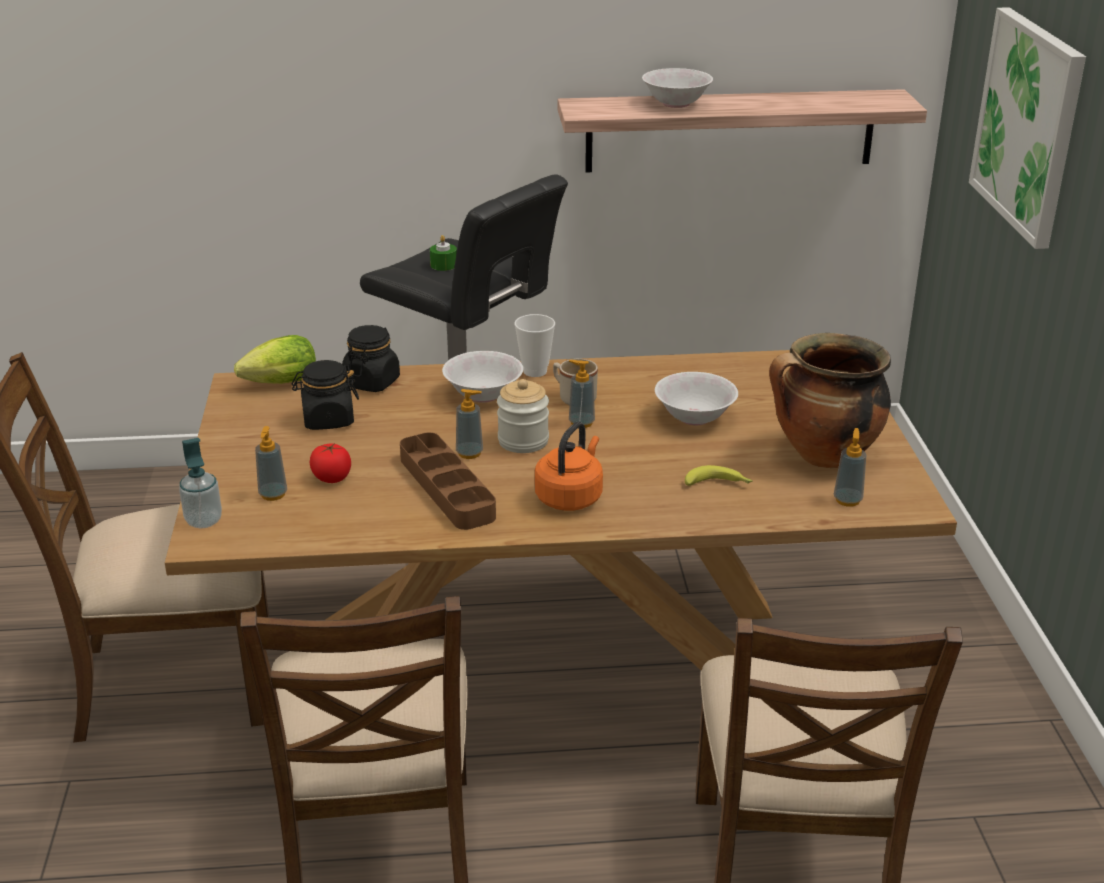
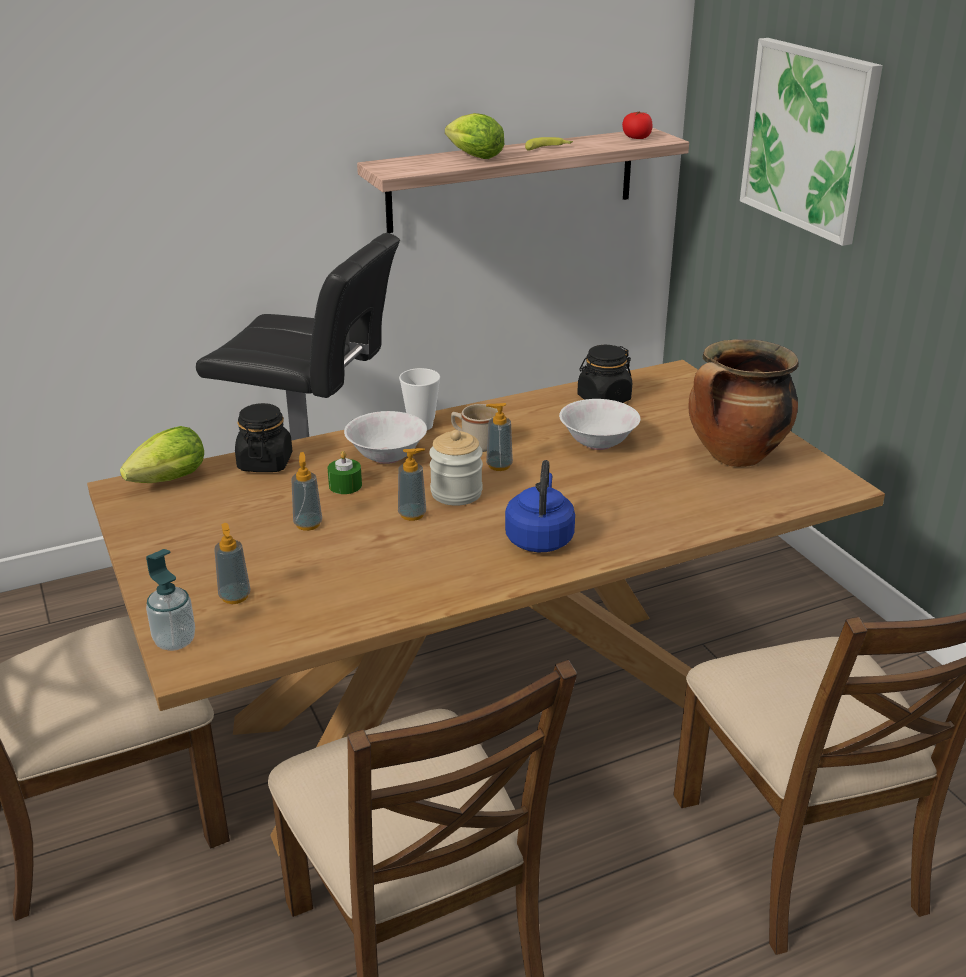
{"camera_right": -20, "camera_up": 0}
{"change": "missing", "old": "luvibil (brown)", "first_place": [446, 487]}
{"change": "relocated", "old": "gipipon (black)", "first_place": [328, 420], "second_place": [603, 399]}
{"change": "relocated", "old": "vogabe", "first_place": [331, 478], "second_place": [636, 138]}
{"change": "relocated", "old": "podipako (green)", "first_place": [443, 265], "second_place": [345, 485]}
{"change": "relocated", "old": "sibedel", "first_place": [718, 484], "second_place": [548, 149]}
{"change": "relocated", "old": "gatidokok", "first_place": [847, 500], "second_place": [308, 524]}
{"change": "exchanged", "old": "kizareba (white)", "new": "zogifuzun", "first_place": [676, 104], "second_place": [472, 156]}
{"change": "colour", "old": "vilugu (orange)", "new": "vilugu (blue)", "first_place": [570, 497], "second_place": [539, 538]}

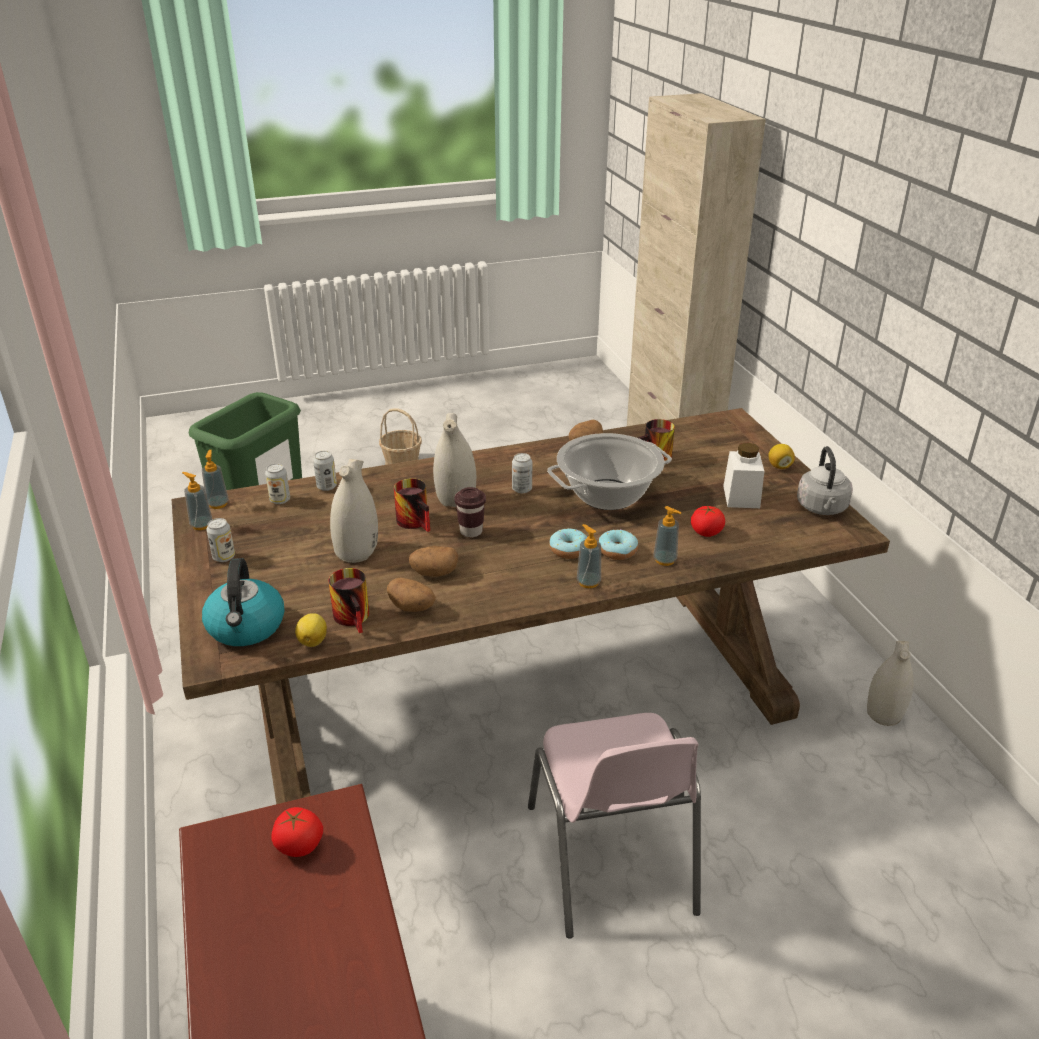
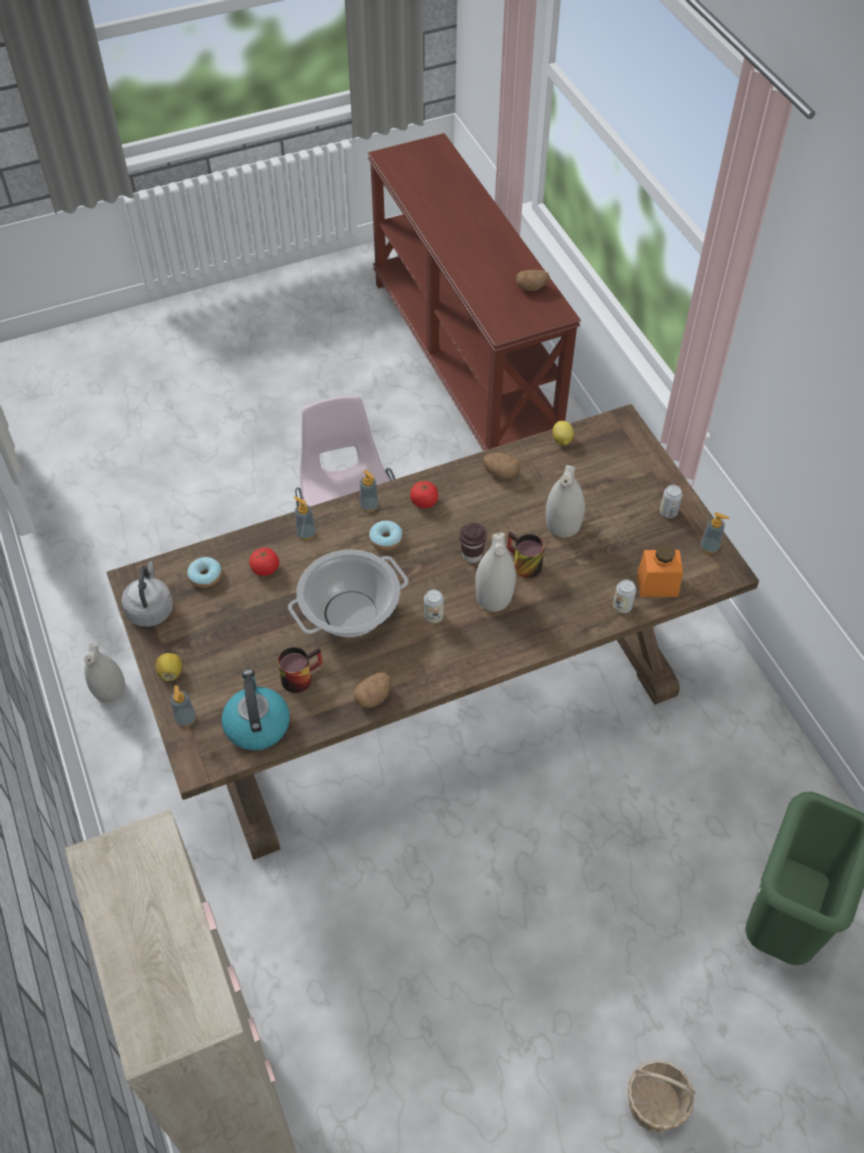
{"camera_right": 175, "camera_up": 20}
{"change": "missing", "old": "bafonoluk", "first_place": [356, 617]}
{"change": "missing", "old": "gipipon (white)", "first_place": [741, 496]}
{"change": "relocated", "old": "gatidokok", "first_place": [218, 504], "second_place": [185, 719]}
{"change": "relocated", "old": "vilugu", "first_place": [246, 627], "second_place": [256, 724]}
{"change": "relocated", "old": "vogabe", "first_place": [299, 845], "second_place": [424, 502]}
{"change": "relocated", "old": "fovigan", "first_place": [434, 573], "second_place": [531, 287]}
{"change": "relocated", "old": "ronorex", "first_place": [617, 551], "second_place": [205, 576]}
{"change": "exchanged", "old": "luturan", "new": "gipipon (orange)", "first_place": [280, 500], "second_place": [657, 584]}

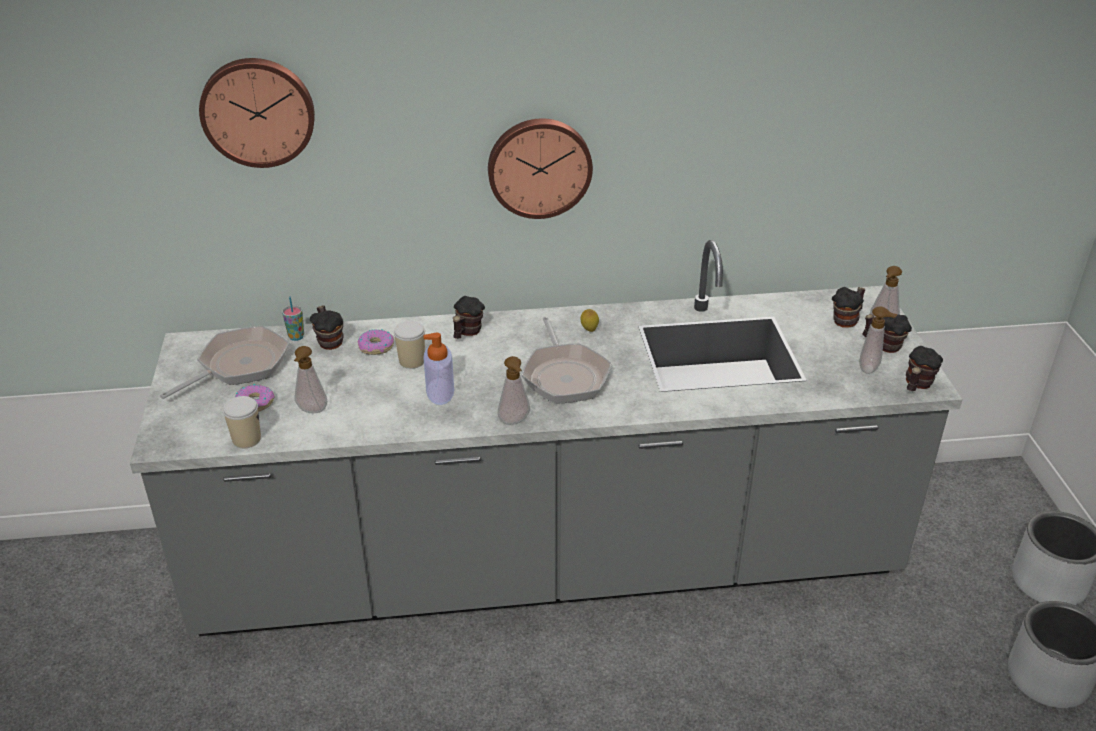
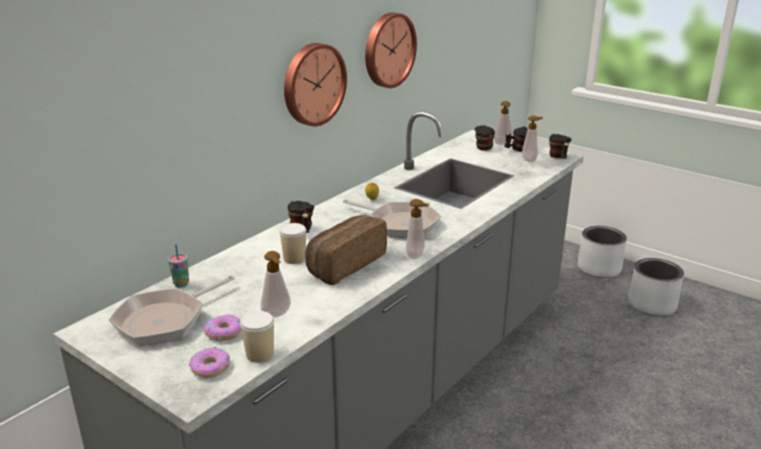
{"camera_right": -45, "camera_up": -10}
{"change": "missing", "old": "bafonoluk", "first_place": [329, 341]}
{"change": "relocated", "old": "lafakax", "first_place": [258, 111], "second_place": [388, 50]}
{"change": "relocated", "old": "ronorex", "first_place": [376, 347], "second_place": [210, 368]}
{"change": "exchanged", "old": "gatidokok", "new": "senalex", "first_place": [440, 391], "second_place": [344, 264]}
{"change": "spun", "old": "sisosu", "first_place": [239, 365], "second_place": [165, 320], "degrees": -135}

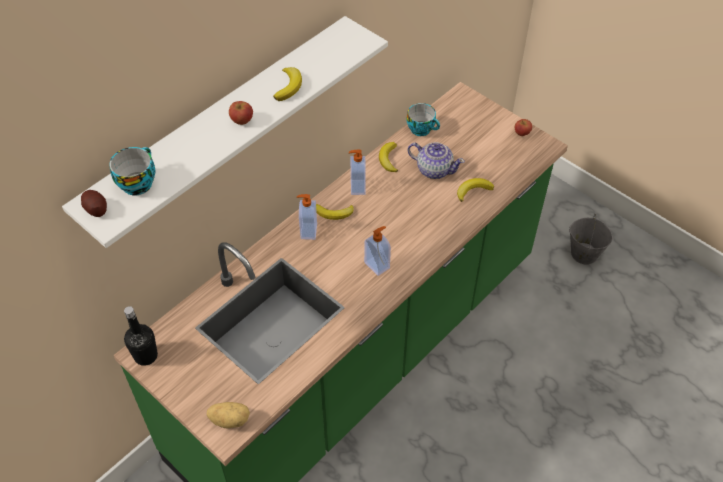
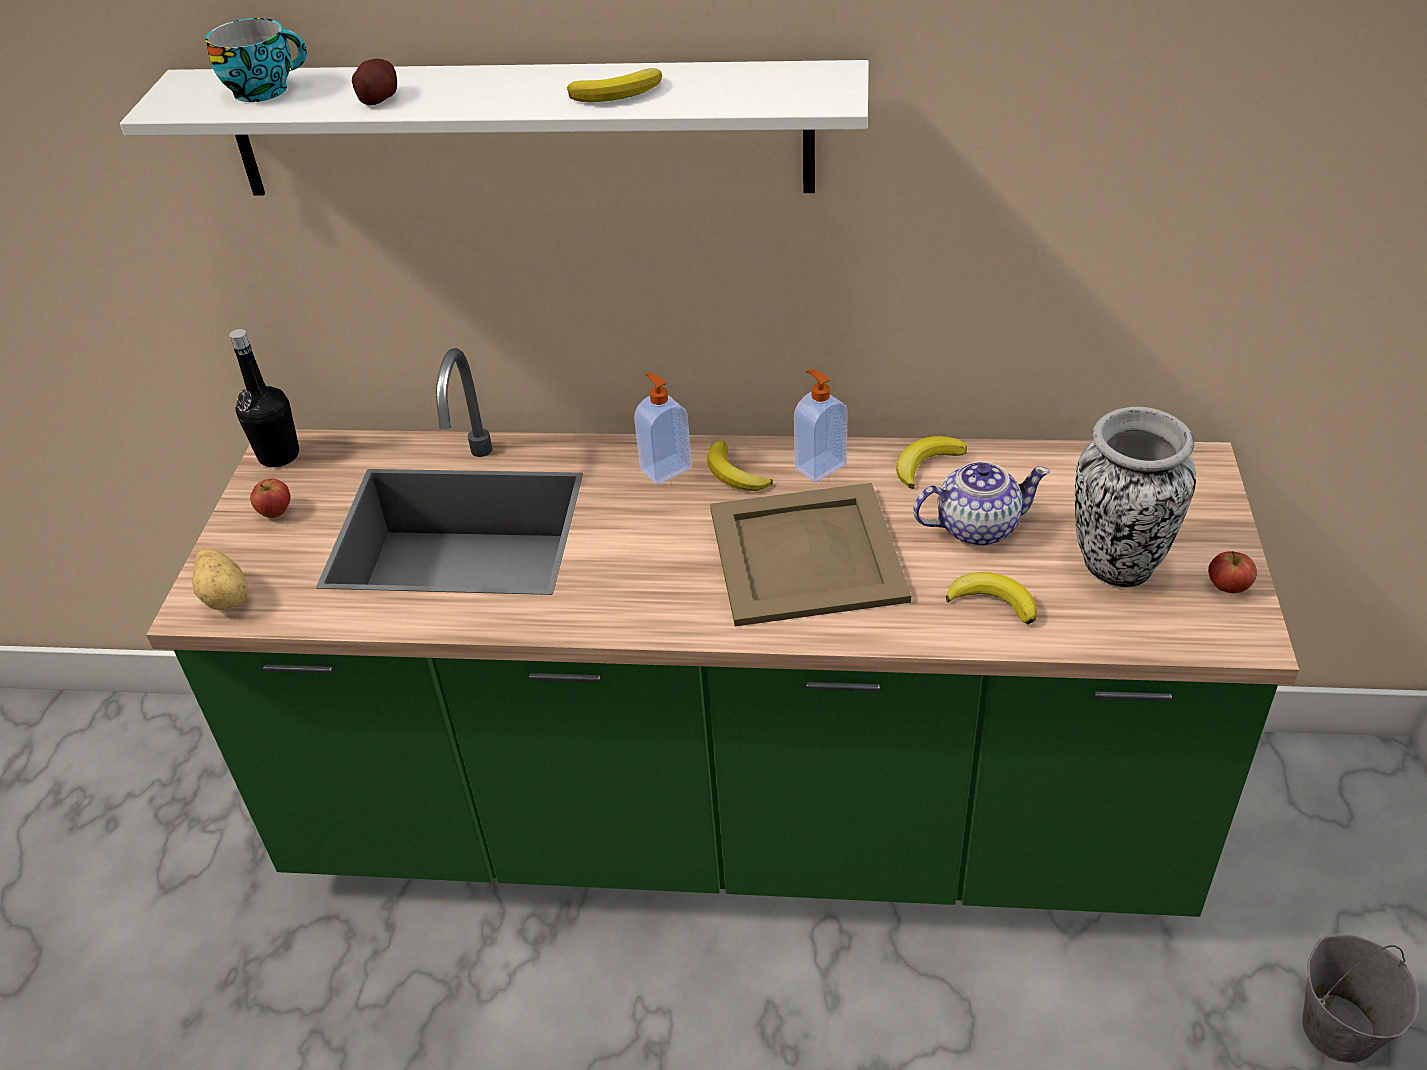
{"camera_right": 55, "camera_up": -10}
{"change": "missing", "old": "gatidokok", "first_place": [377, 265]}
{"change": "missing", "old": "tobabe", "first_place": [422, 129]}
{"change": "appeared", "new": "luvibil (beige)", "second_place": [808, 555]}
{"change": "appeared", "new": "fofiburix", "second_place": [1118, 565]}
{"change": "relocated", "old": "fovigan", "first_place": [96, 209], "second_place": [379, 98]}
{"change": "relocated", "old": "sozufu", "first_place": [242, 120], "second_place": [276, 512]}
{"change": "spun", "old": "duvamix", "first_place": [434, 169], "second_place": [976, 527], "degrees": -90}

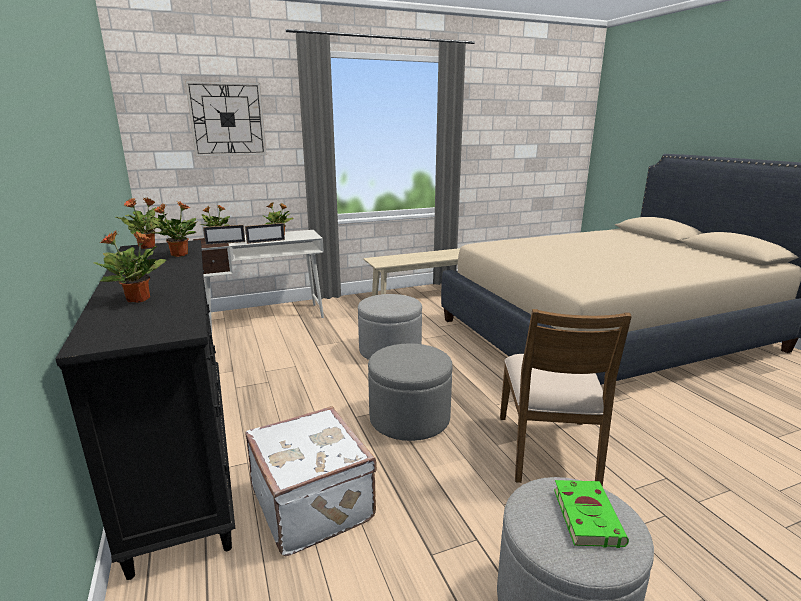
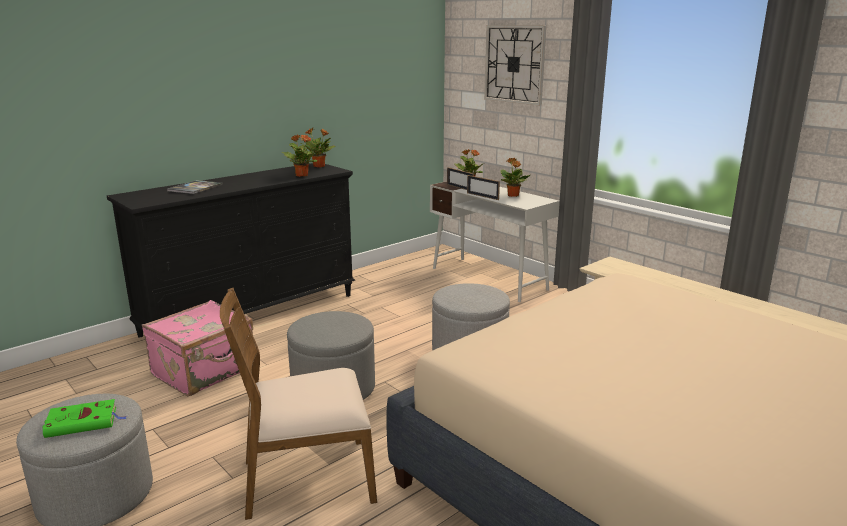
{"camera_right": 70, "camera_up": 0}
{"change": "exchanged", "old": "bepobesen", "new": "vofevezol", "first_place": [139, 299], "second_place": [195, 188]}
{"change": "colour", "old": "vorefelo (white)", "new": "vorefelo (pink)", "first_place": [314, 503], "second_place": [205, 371]}

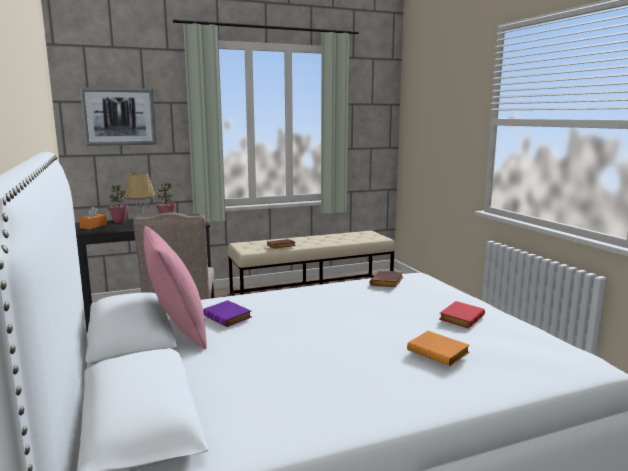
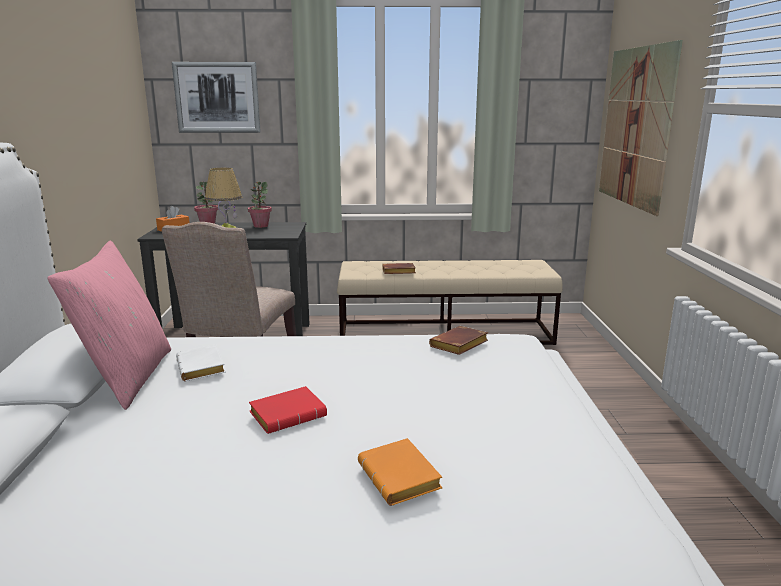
{"camera_right": 20, "camera_up": 5}
{"change": "appeared", "new": "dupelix", "second_place": [635, 127]}
{"change": "relocated", "old": "vofevezol (red)", "first_place": [460, 318], "second_place": [289, 414]}
{"change": "colour", "old": "vofevezol (purple)", "new": "vofevezol (white)", "first_place": [229, 318], "second_place": [203, 368]}

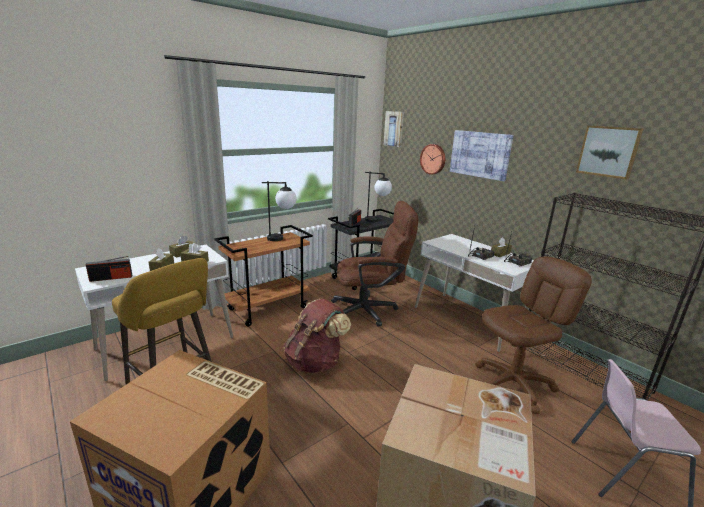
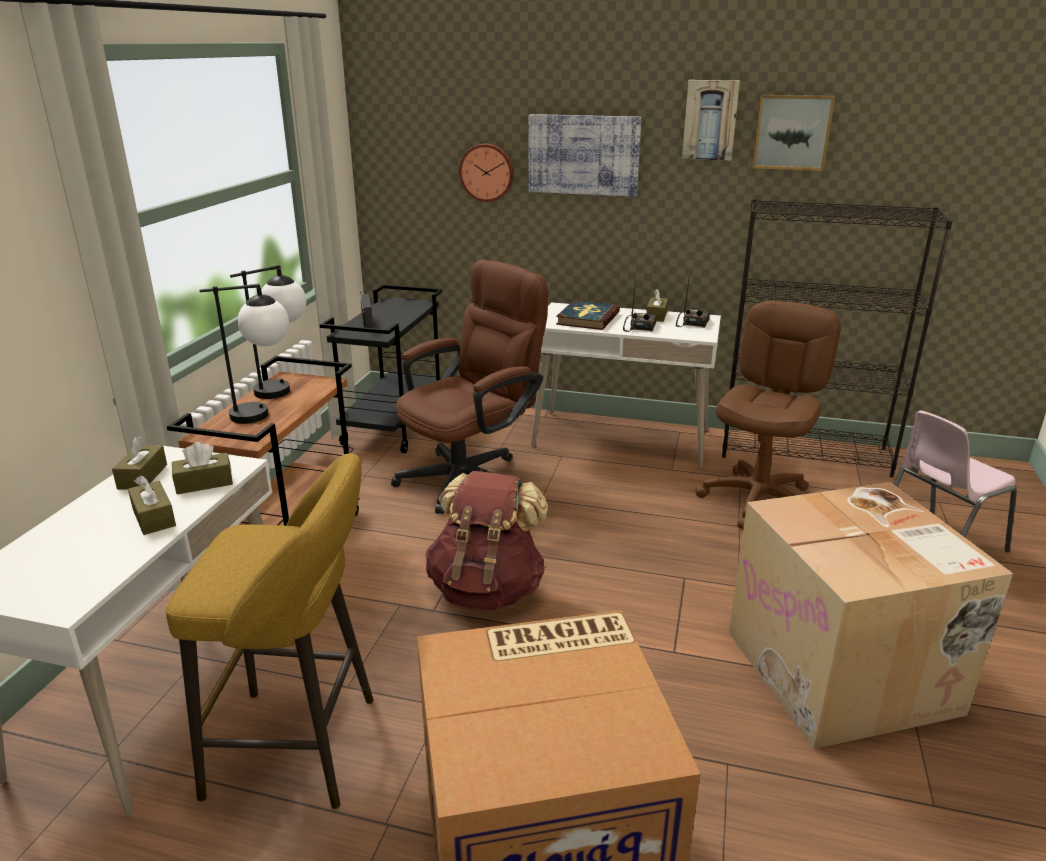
{"camera_right": -35, "camera_up": 5}
{"change": "missing", "old": "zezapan", "first_place": [111, 278]}
{"change": "appeared", "new": "vofevezol", "second_place": [587, 318]}
{"change": "relocated", "old": "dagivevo", "first_place": [377, 220], "second_place": [265, 413]}
{"change": "relocated", "old": "dupelix", "first_place": [394, 129], "second_place": [710, 120]}

